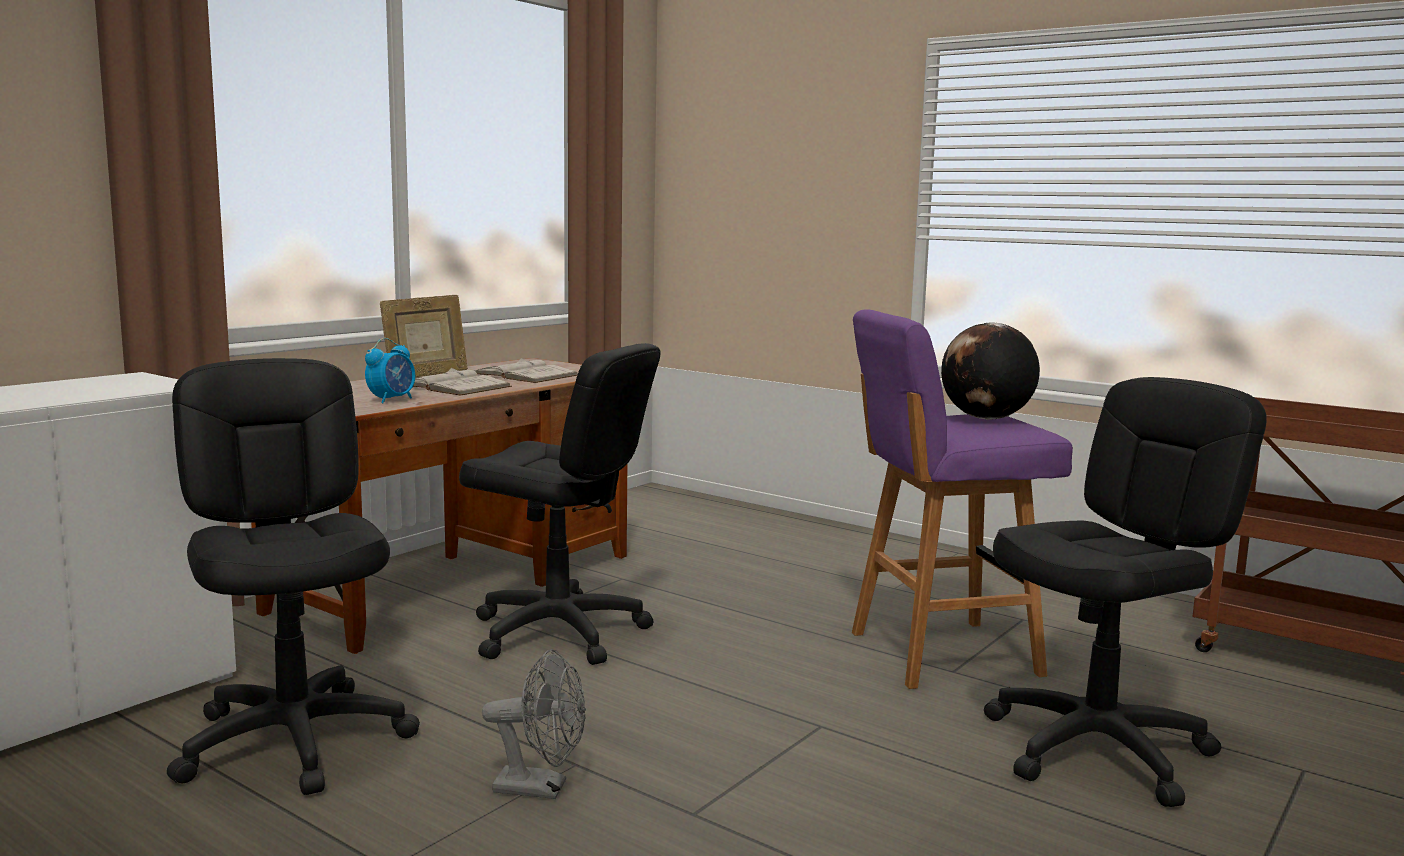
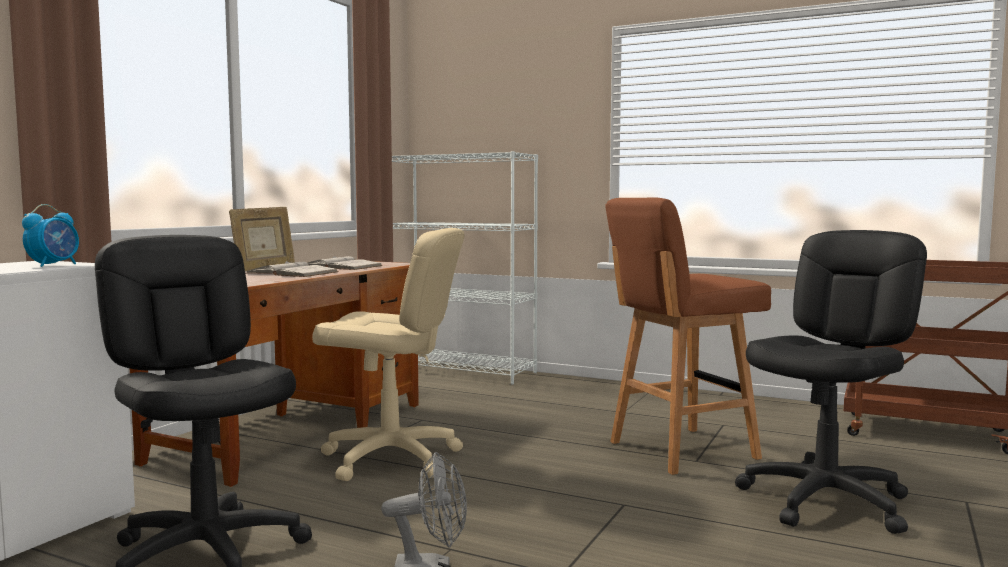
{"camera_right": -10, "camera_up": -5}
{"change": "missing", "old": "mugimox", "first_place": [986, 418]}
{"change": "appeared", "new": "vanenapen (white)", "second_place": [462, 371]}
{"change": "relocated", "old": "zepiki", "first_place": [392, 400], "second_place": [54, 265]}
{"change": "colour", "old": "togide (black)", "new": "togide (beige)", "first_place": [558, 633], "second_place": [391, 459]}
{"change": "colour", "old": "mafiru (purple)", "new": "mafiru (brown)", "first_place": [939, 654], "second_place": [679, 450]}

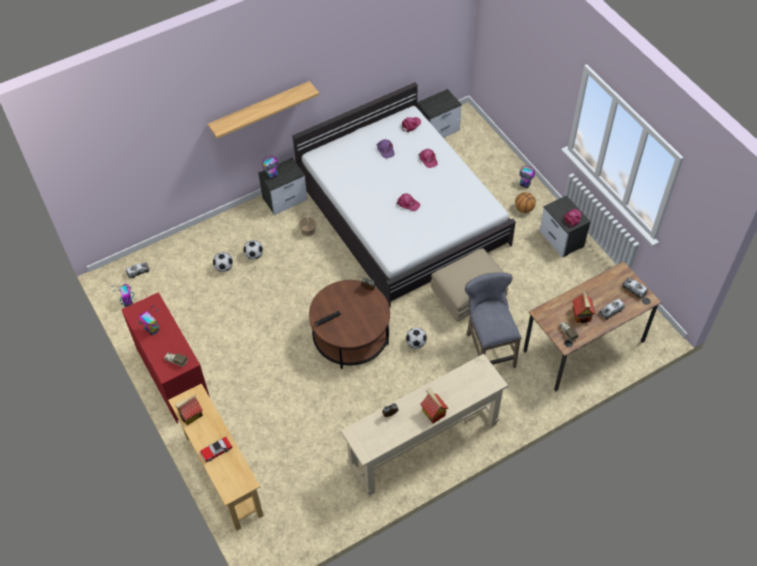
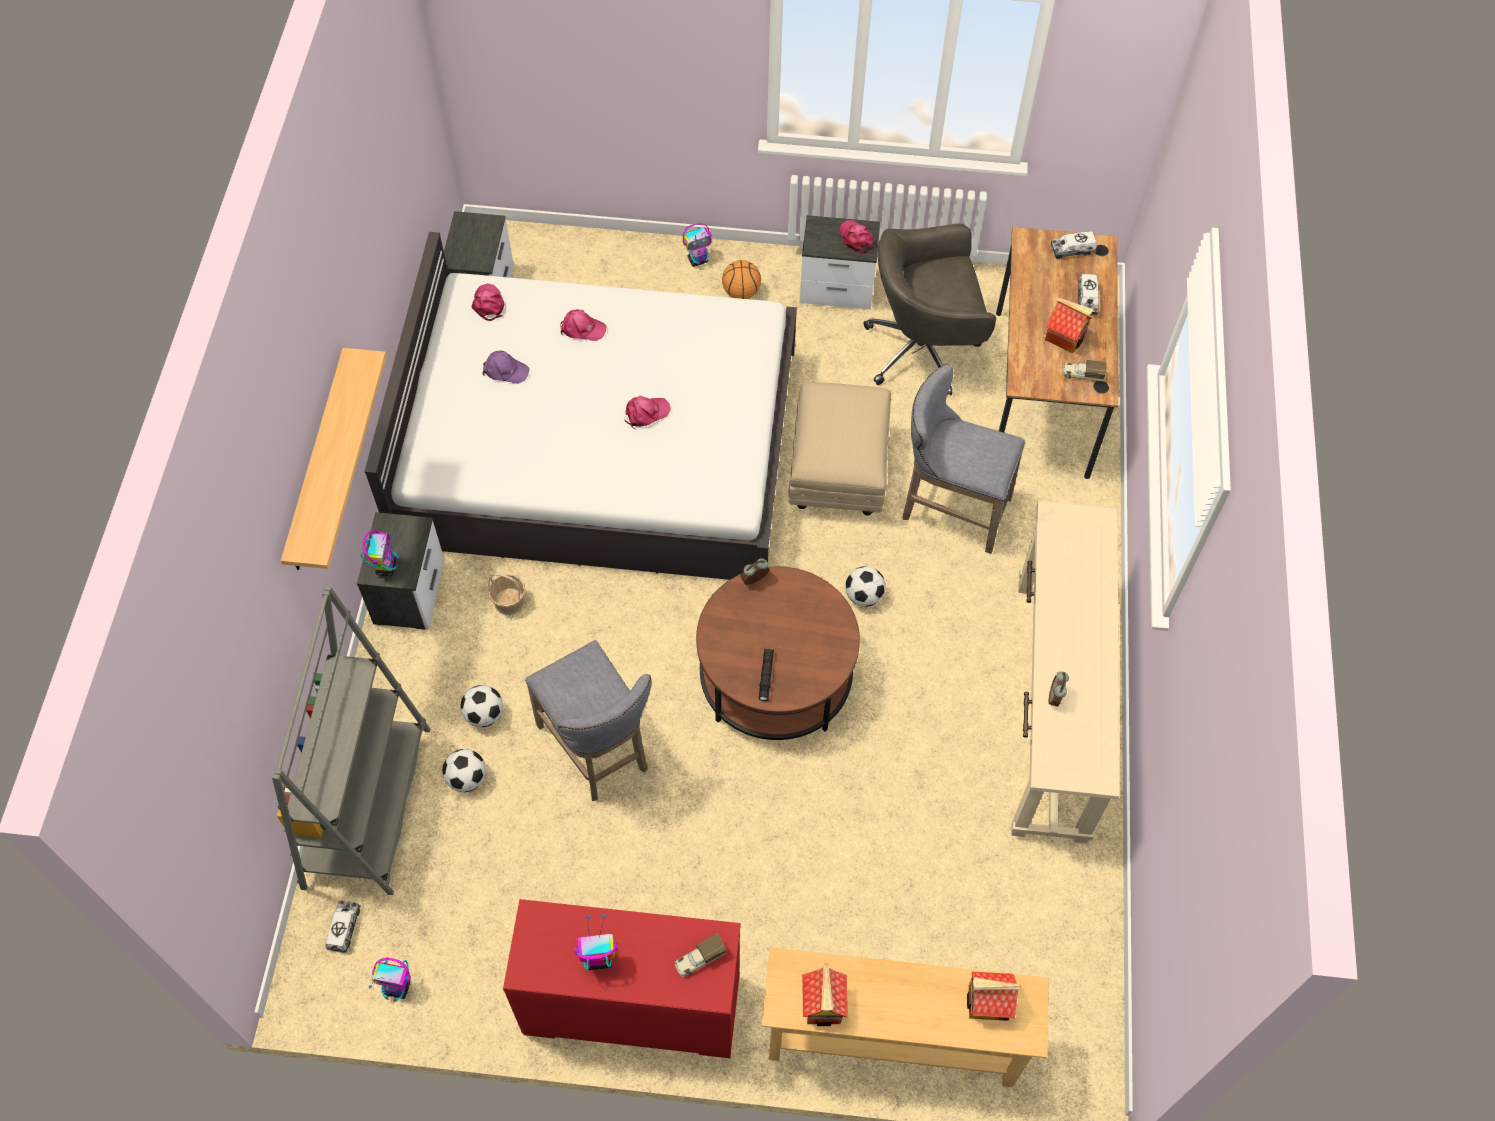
{"camera_right": -55, "camera_up": 5}
{"change": "missing", "old": "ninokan", "first_place": [216, 451]}
{"change": "appeared", "new": "vanenapen (grey)", "second_place": [367, 807]}
{"change": "appeared", "new": "mafiru (grey)", "second_place": [598, 751]}
{"change": "appeared", "new": "togide (grey)", "second_place": [924, 350]}
{"change": "relocated", "old": "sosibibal", "first_place": [433, 412], "second_place": [987, 1003]}

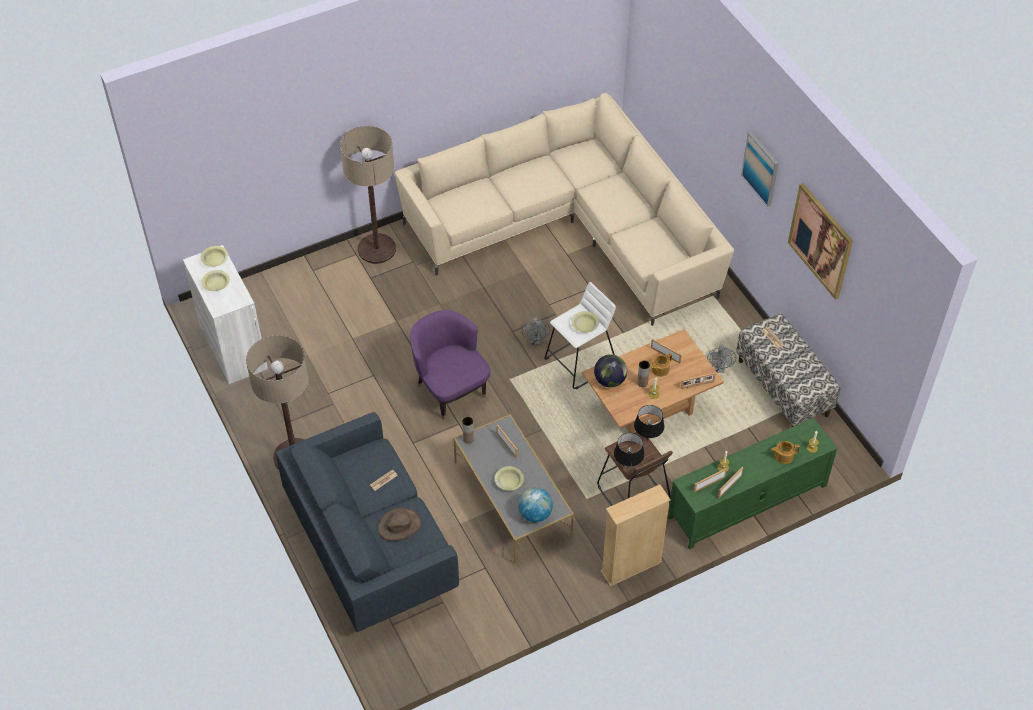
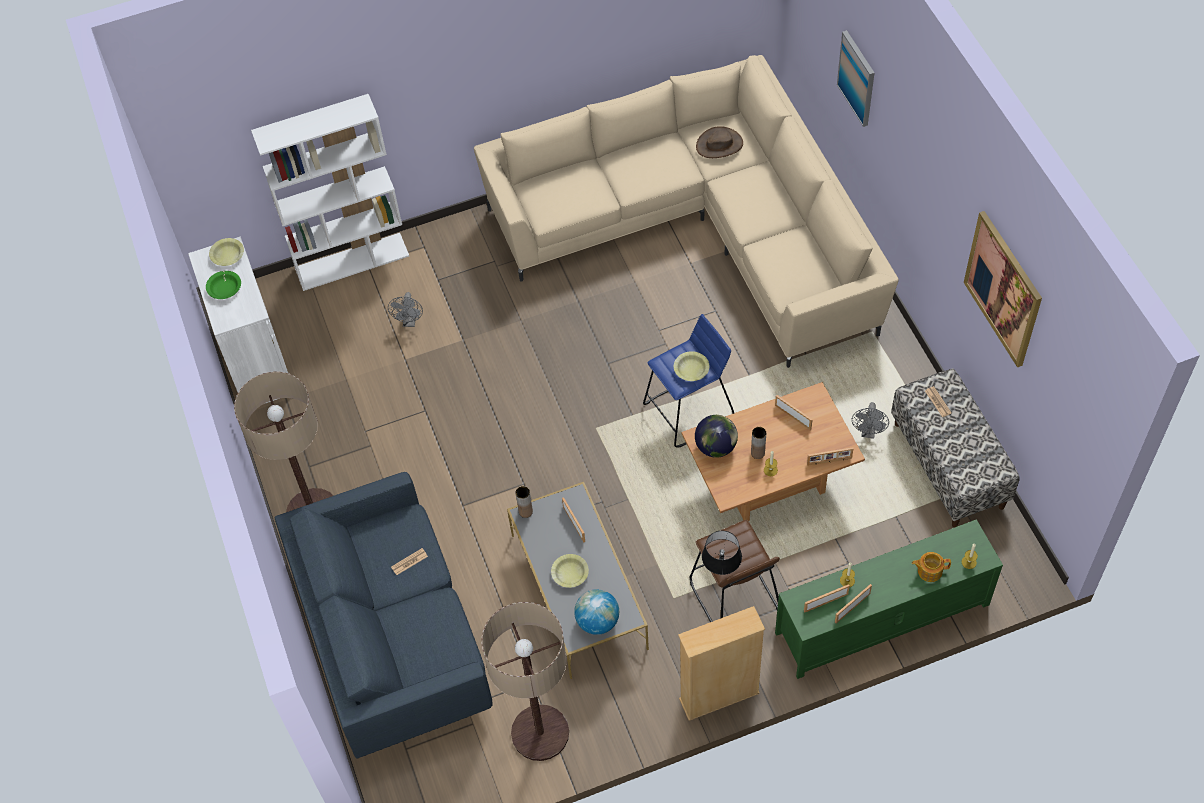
{"camera_right": 10, "camera_up": 5}
{"change": "missing", "old": "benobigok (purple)", "first_place": [450, 389]}
{"change": "missing", "old": "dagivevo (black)", "first_place": [647, 441]}
{"change": "missing", "old": "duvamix", "first_place": [659, 369]}
{"change": "appeared", "new": "vanenapen (white)", "second_place": [352, 261]}
{"change": "relocated", "old": "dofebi", "first_place": [377, 249], "second_place": [540, 733]}
{"change": "relocated", "old": "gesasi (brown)", "first_place": [399, 525], "second_place": [719, 144]}
{"change": "relocated", "old": "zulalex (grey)", "first_place": [535, 341], "second_place": [409, 322]}
{"change": "relocated", "old": "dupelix", "first_place": [761, 168], "second_place": [857, 78]}
{"change": "colour", "old": "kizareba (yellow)", "new": "kizareba (green)", "first_place": [216, 283], "second_place": [225, 288]}
{"change": "colour", "old": "mafiru (white)", "new": "mafiru (blue)", "first_place": [580, 362], "second_place": [688, 411]}

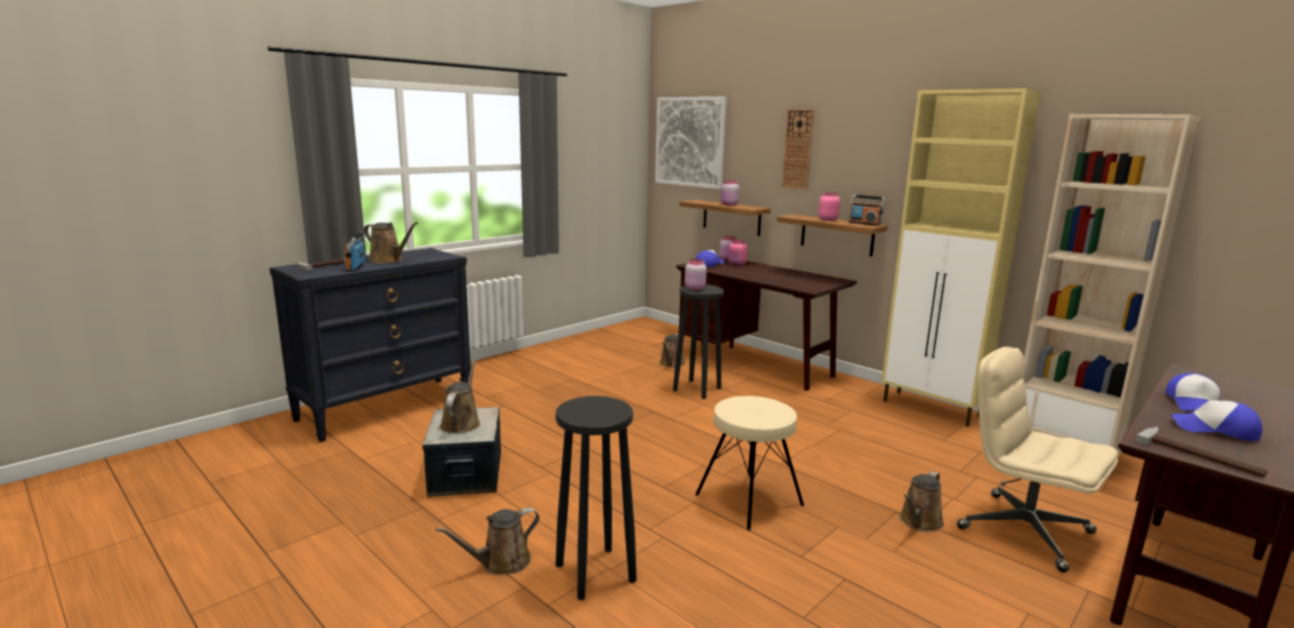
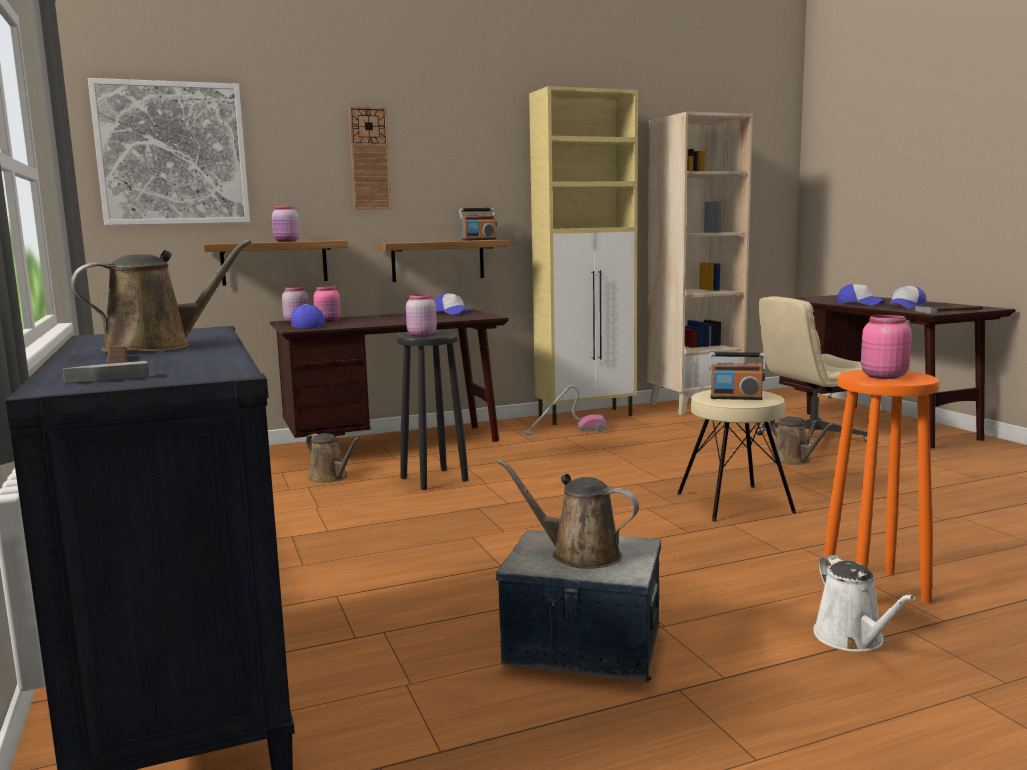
{"camera_right": -65, "camera_up": -5}
{"change": "appeared", "new": "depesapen", "second_place": [452, 313]}
{"change": "appeared", "new": "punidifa", "second_place": [564, 431]}
{"change": "relocated", "old": "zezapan", "first_place": [355, 267], "second_place": [736, 398]}
{"change": "relocated", "old": "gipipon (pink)", "first_place": [827, 219], "second_place": [882, 376]}
{"change": "colour", "old": "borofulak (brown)", "new": "borofulak (white)", "first_place": [501, 563], "second_place": [852, 639]}
{"change": "colour", "old": "mafiru (black)", "new": "mafiru (orange)", "first_place": [594, 573], "second_place": [875, 589]}

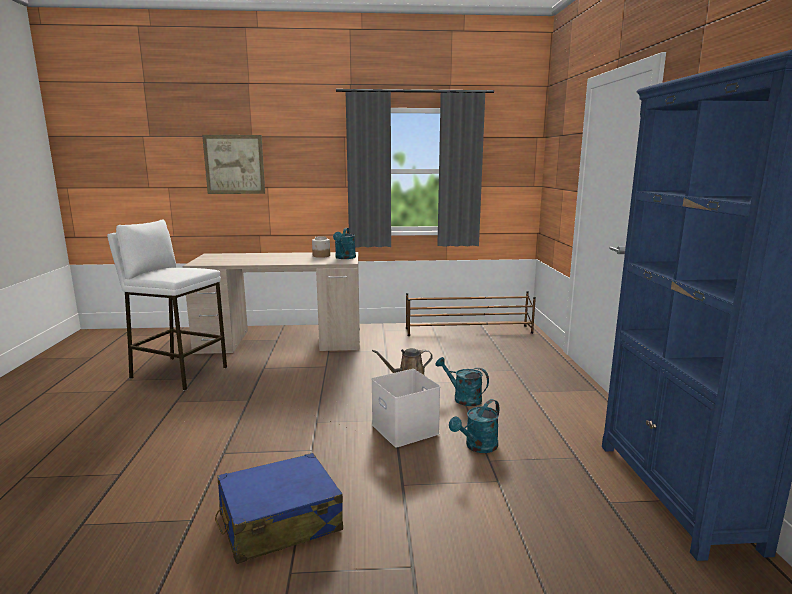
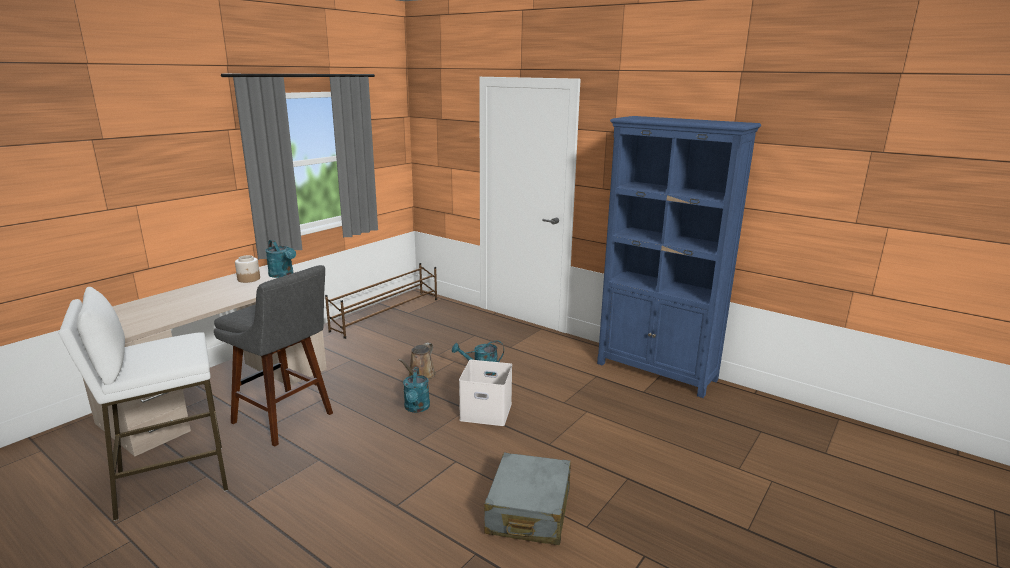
{"camera_right": -50, "camera_up": 5}
{"change": "missing", "old": "dupelix", "first_place": [234, 164]}
{"change": "appeared", "new": "mafiru (grey)", "second_place": [286, 419]}
{"change": "relocated", "old": "borofulak (turquoise)", "first_place": [477, 447], "second_place": [416, 408]}
{"change": "colour", "old": "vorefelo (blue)", "new": "vorefelo (grey)", "first_place": [279, 522], "second_place": [528, 511]}

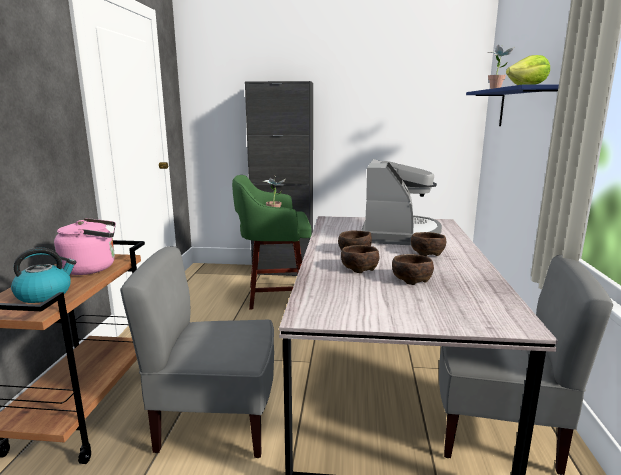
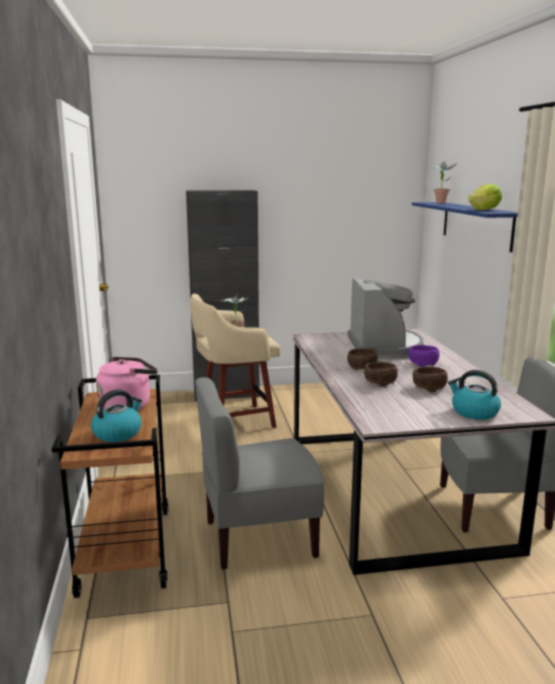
{"camera_right": -15, "camera_up": 0}
{"change": "appeared", "new": "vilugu", "second_place": [473, 412]}
{"change": "colour", "old": "mafiru (green)", "new": "mafiru (beige)", "first_place": [274, 296], "second_place": [234, 420]}
{"change": "colour", "old": "kizareba (brown)", "new": "kizareba (purple)", "first_place": [426, 252], "second_place": [422, 363]}

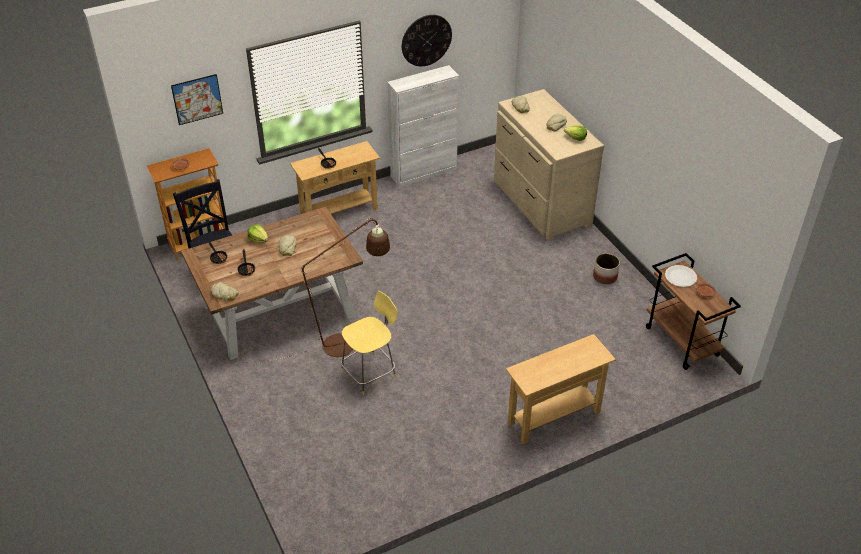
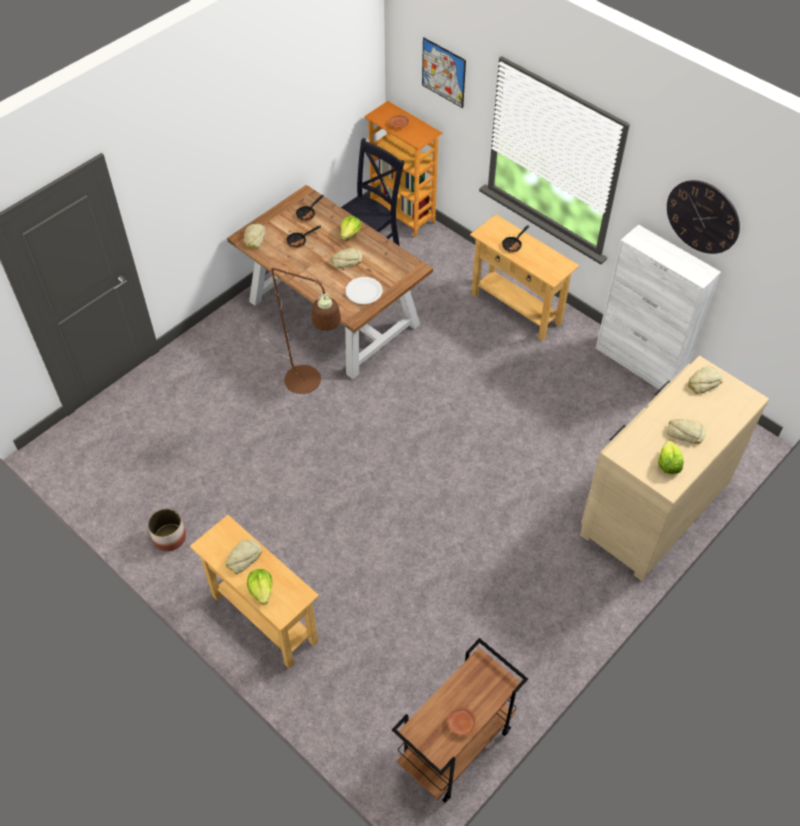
{"camera_right": 70, "camera_up": 10}
{"change": "missing", "old": "mafiru (yellow)", "first_place": [370, 373]}
{"change": "appeared", "new": "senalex", "second_place": [243, 558]}
{"change": "appeared", "new": "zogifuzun", "second_place": [261, 590]}
{"change": "relocated", "old": "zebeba", "first_place": [605, 277], "second_place": [169, 538]}
{"change": "relocated", "old": "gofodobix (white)", "first_place": [680, 277], "second_place": [364, 291]}

